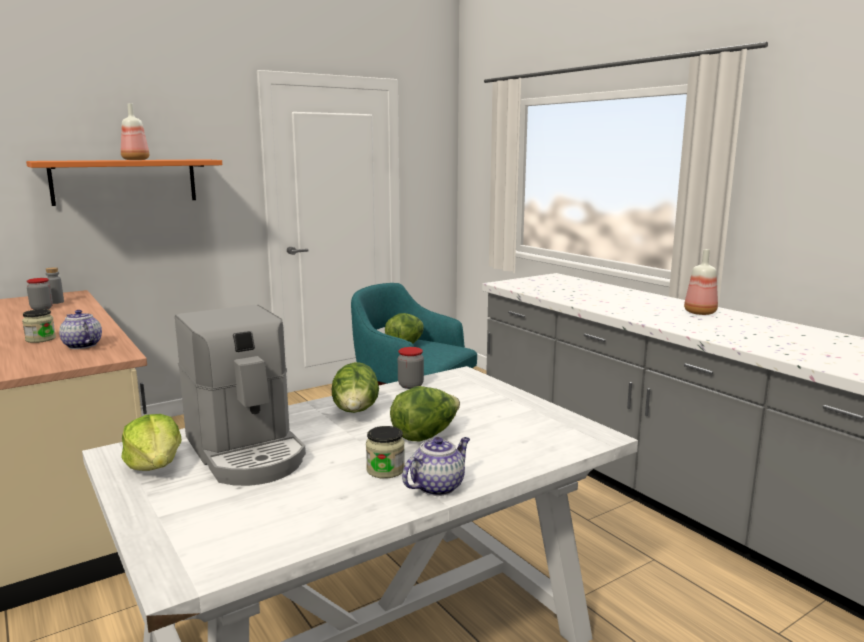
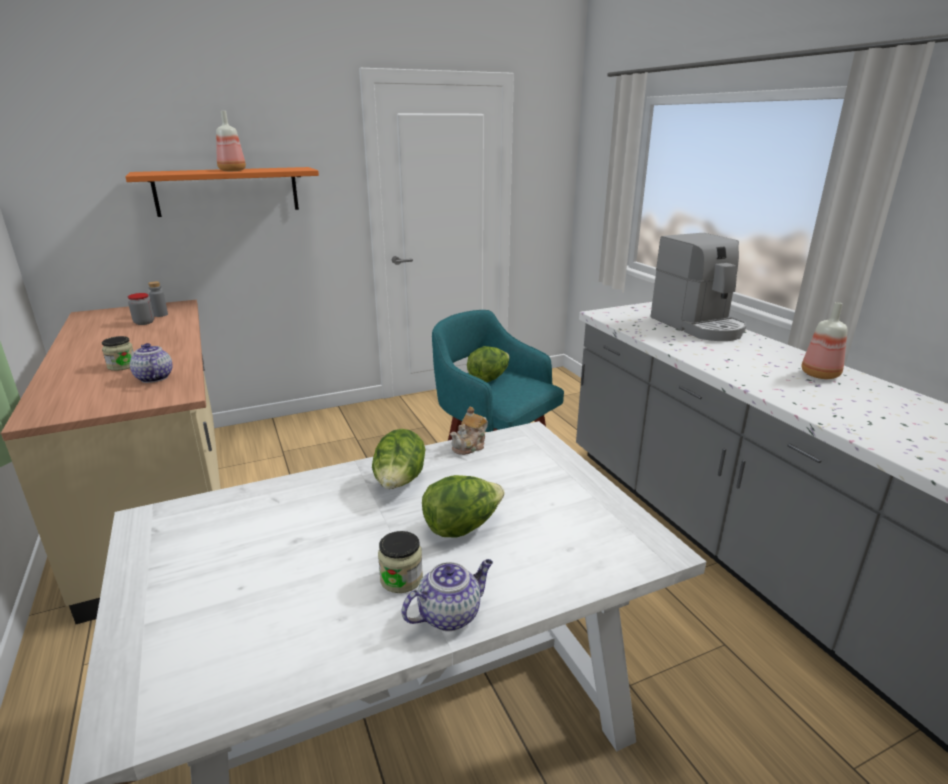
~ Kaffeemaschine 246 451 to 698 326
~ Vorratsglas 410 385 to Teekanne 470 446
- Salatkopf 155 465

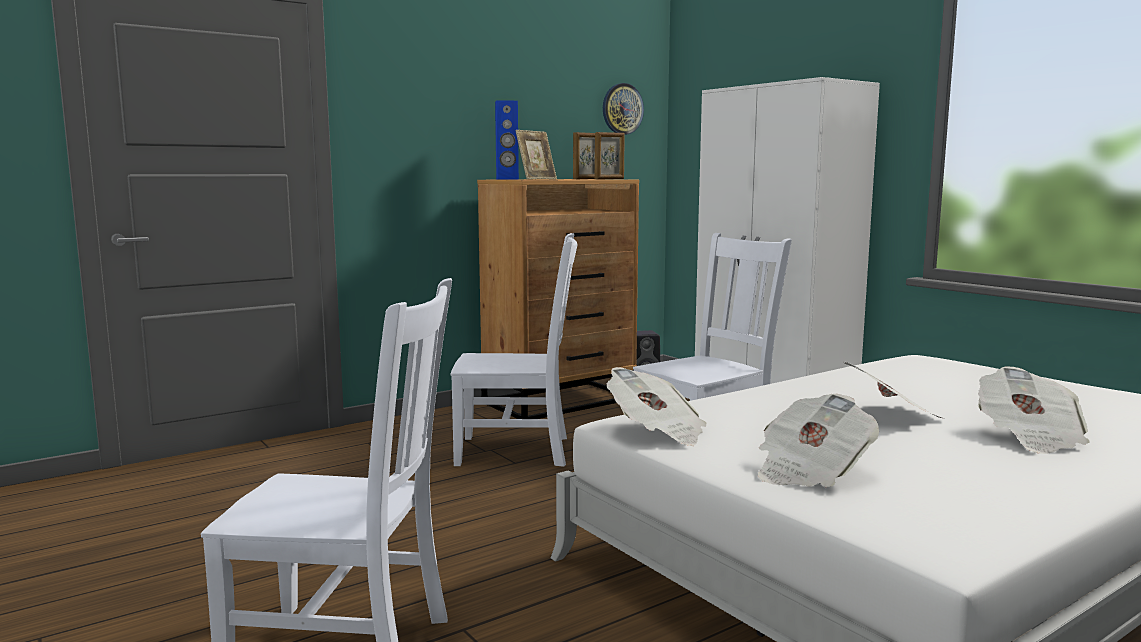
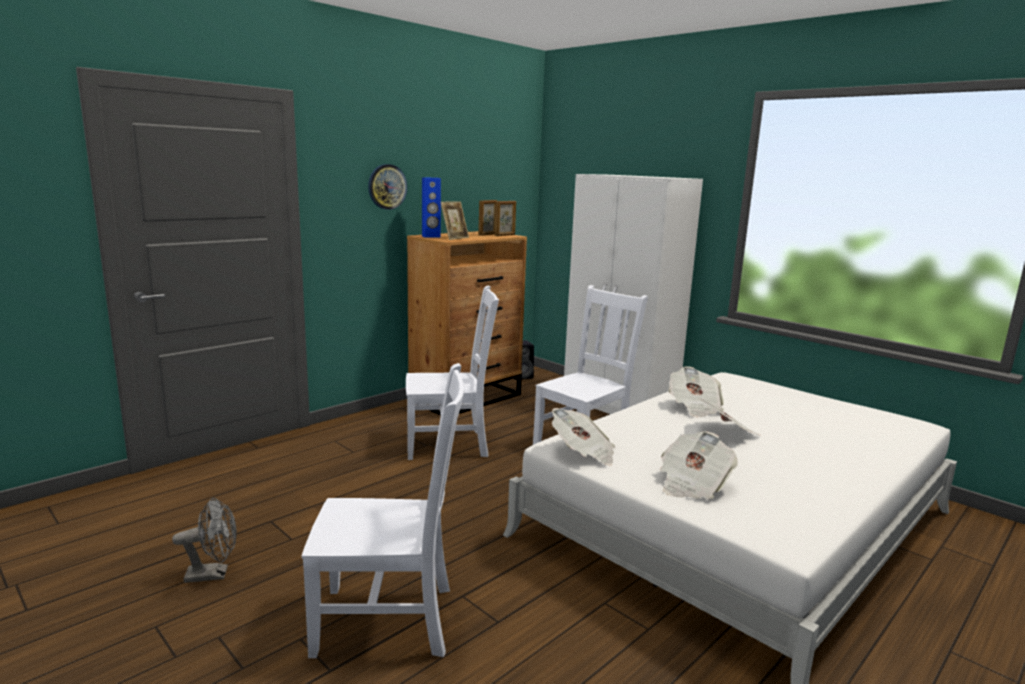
~ Wanduhr 622 109 to 387 186
~ Zeitung 1029 437 to 694 407
+ Ventilator [grau] 213 574

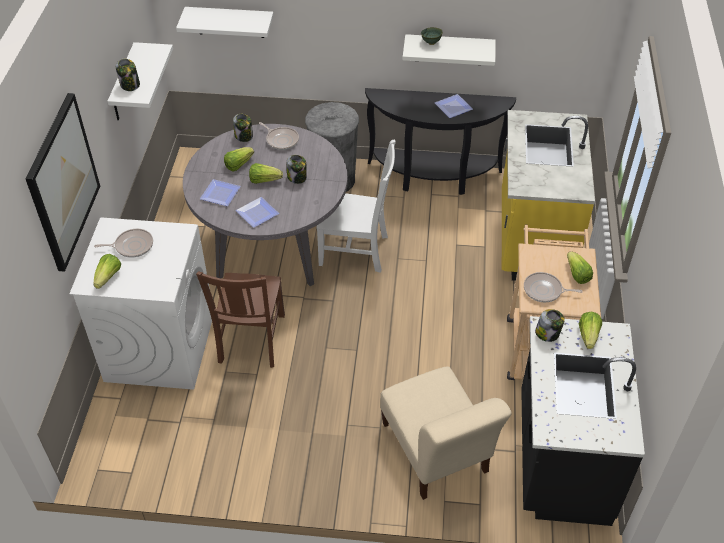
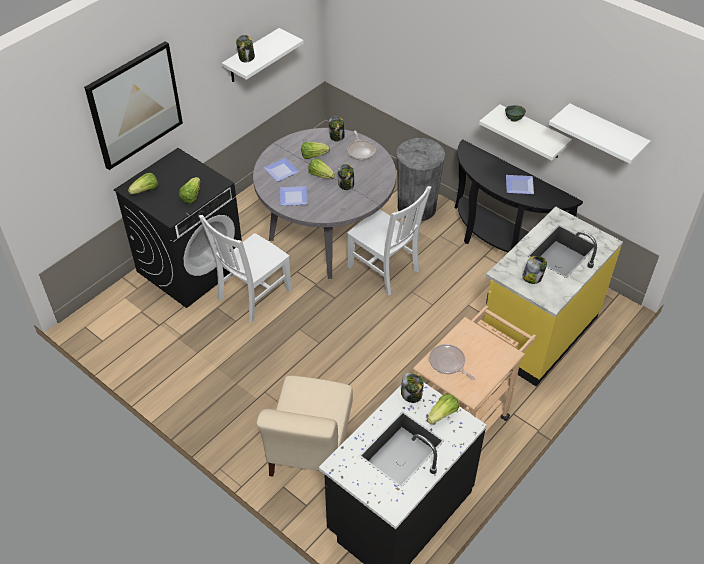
~ Wandregal [weiß] 230 22 to 606 134
~ Waschmaschine [weiß] 160 346 to Waschmaschine [schwarz] 191 266
- Pfanne 132 246
~ Salatkopf 577 274 to 191 196
~ Stuhl [braun] 251 340 to Stuhl [weiß] 252 295
+ Vorratsglas 532 277

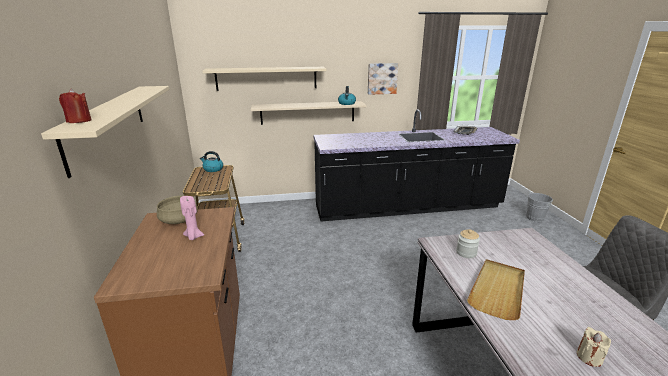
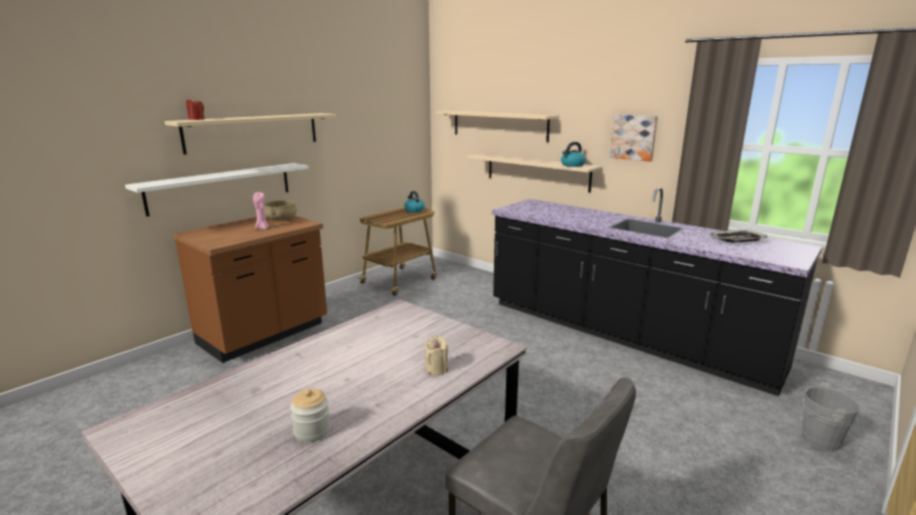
~ Vorratsglas 466 253 to 312 431
- Tablett [beige] 498 290
~ Kerze [beige] 589 357 to 436 369
+ Wandregal [weiß] 221 187

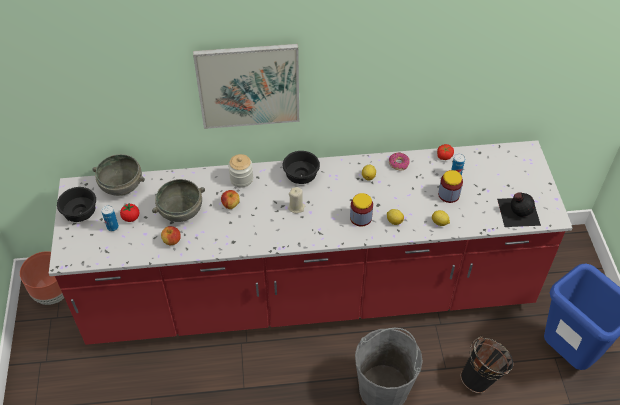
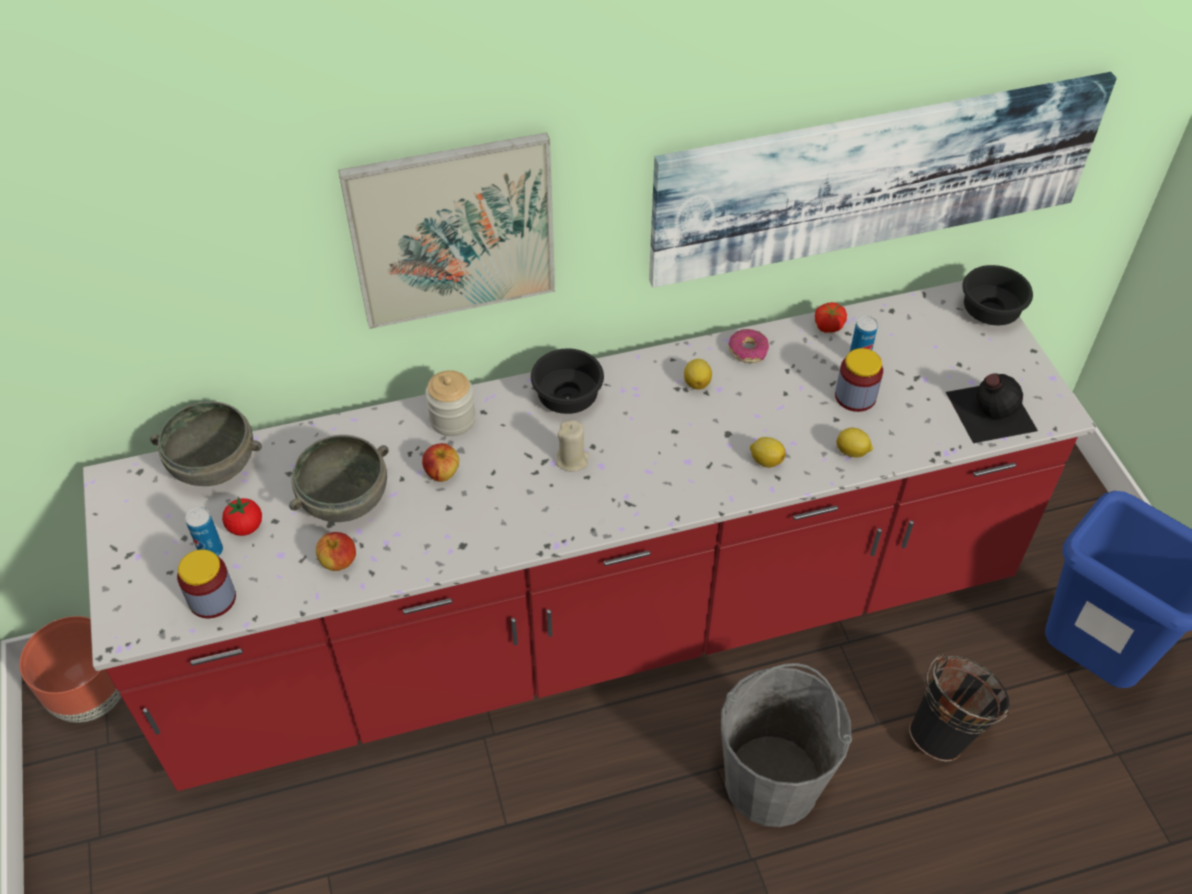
~ Schüssel [schwarz] 79 213 to 989 313
~ Vorratsglas 360 218 to 212 599
+ Bild 876 177

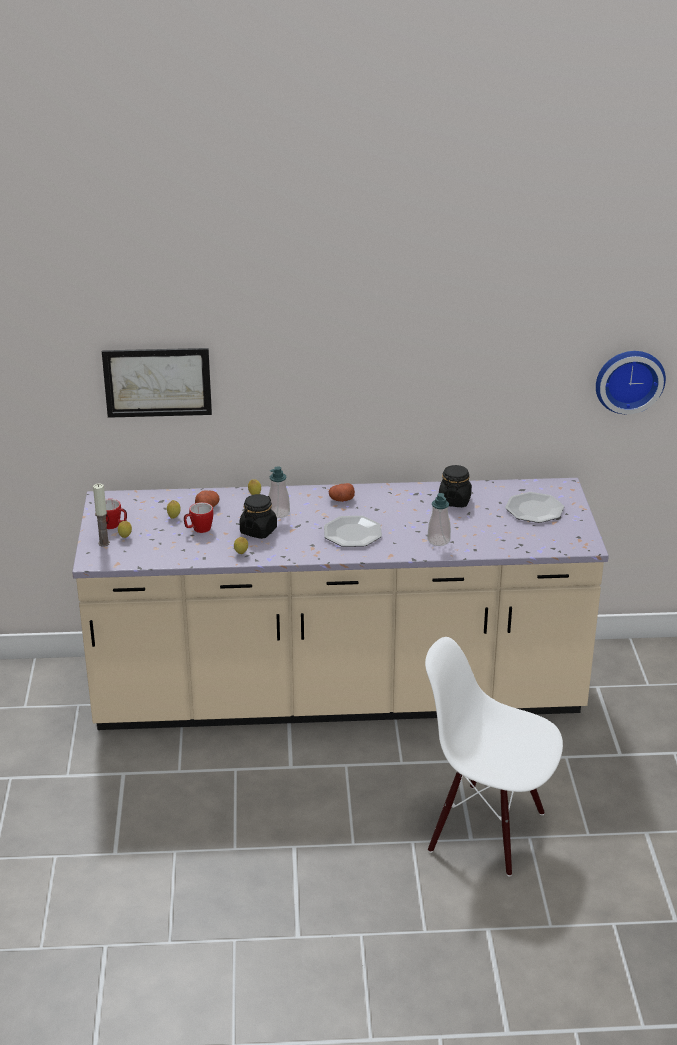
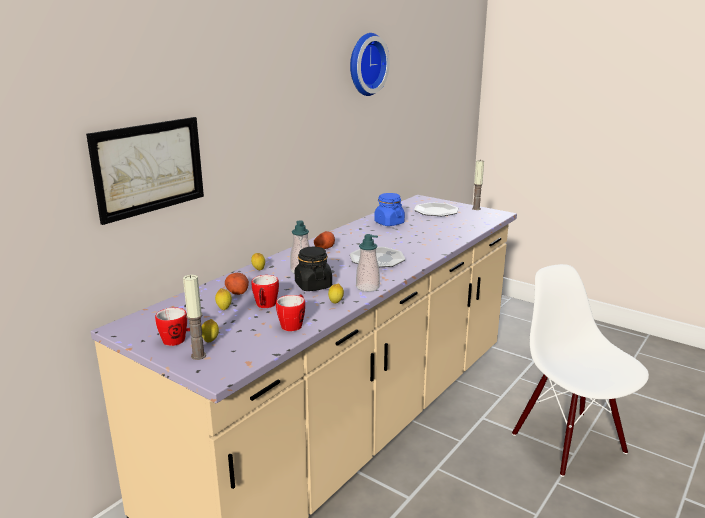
~ Wanduhr 629 380 to 365 64
~ Vorratsglas [schwarz] 454 500 to Vorratsglas [blau] 389 223
~ Seifenspender 438 540 to 367 287
~ Stuhl [weiß] 487 830 = 569 442 90 degrees clockwise
+ Kerze 476 208
+ Henkelbecher 294 324

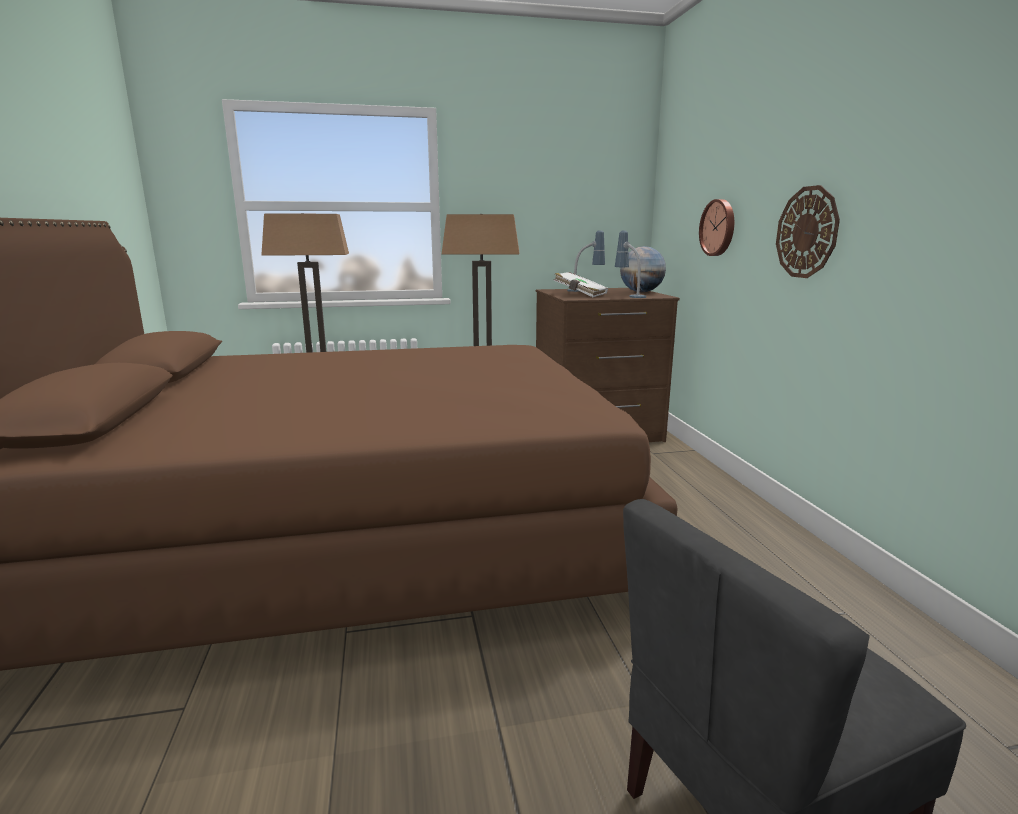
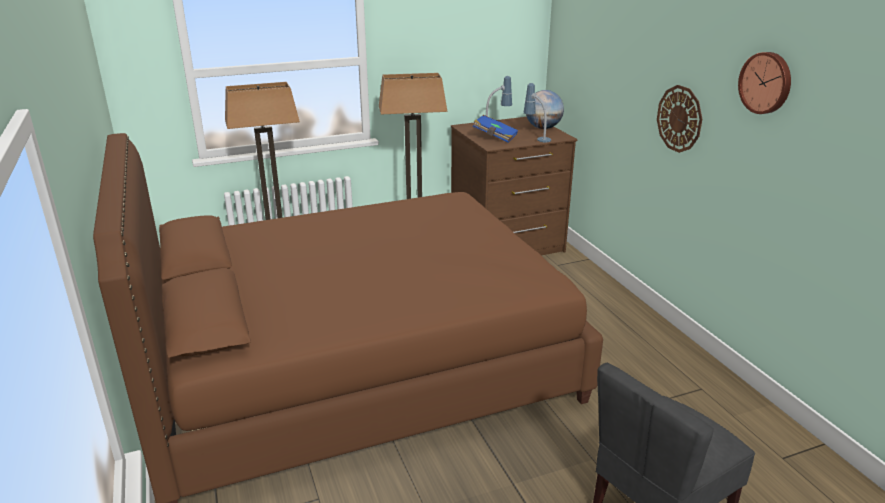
~ Wanduhr 719 228 to 766 83
~ Buch [weiß] 580 294 to Buch [blau] 495 137

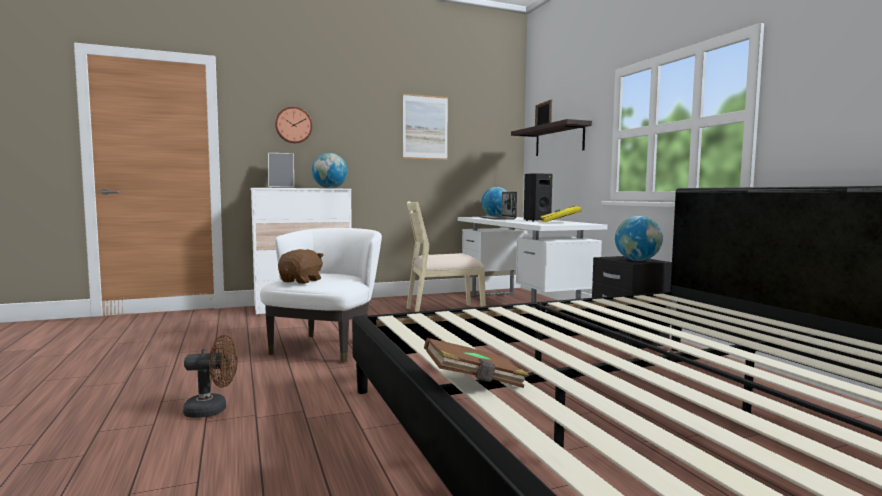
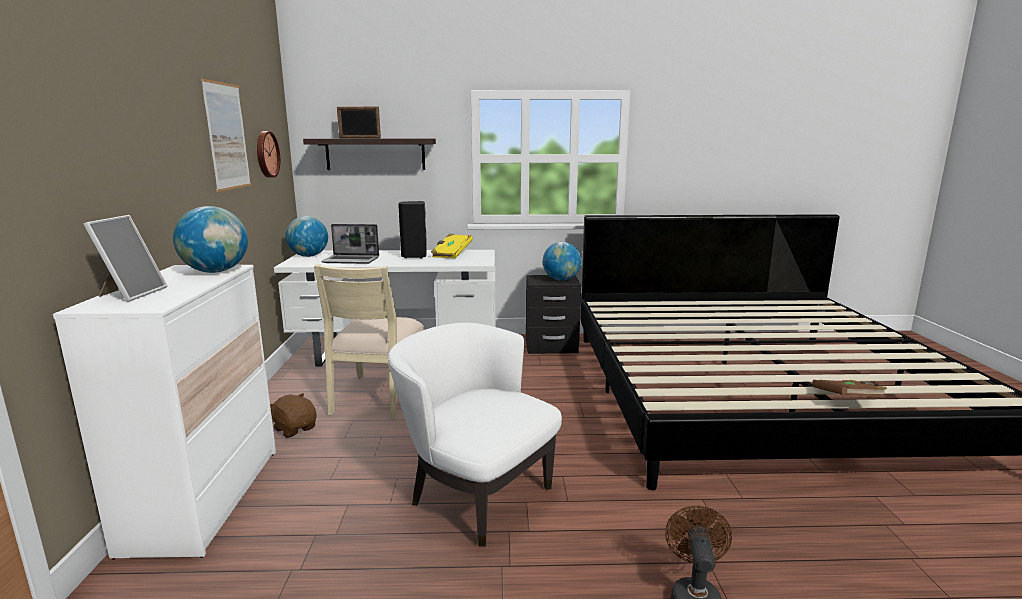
~ Wanduhr 293 125 to 266 154
~ Plüschtier [braun] 301 281 to 295 428

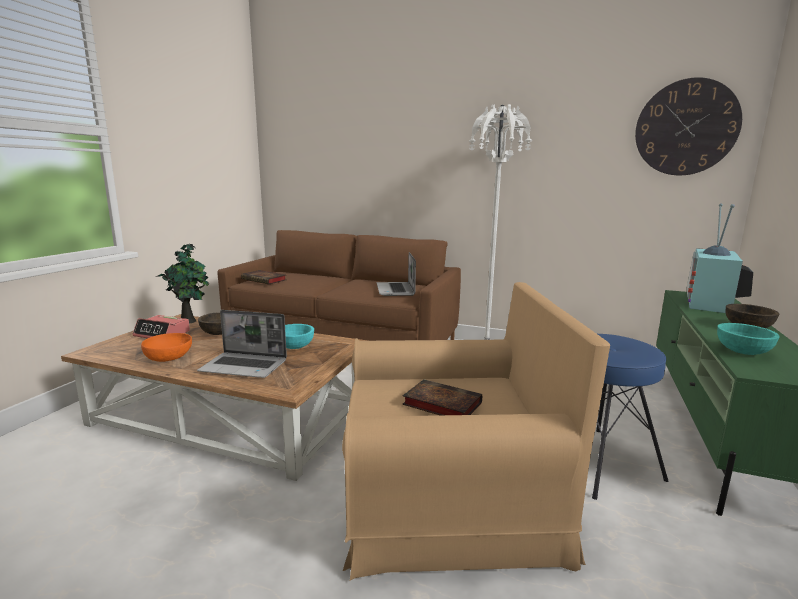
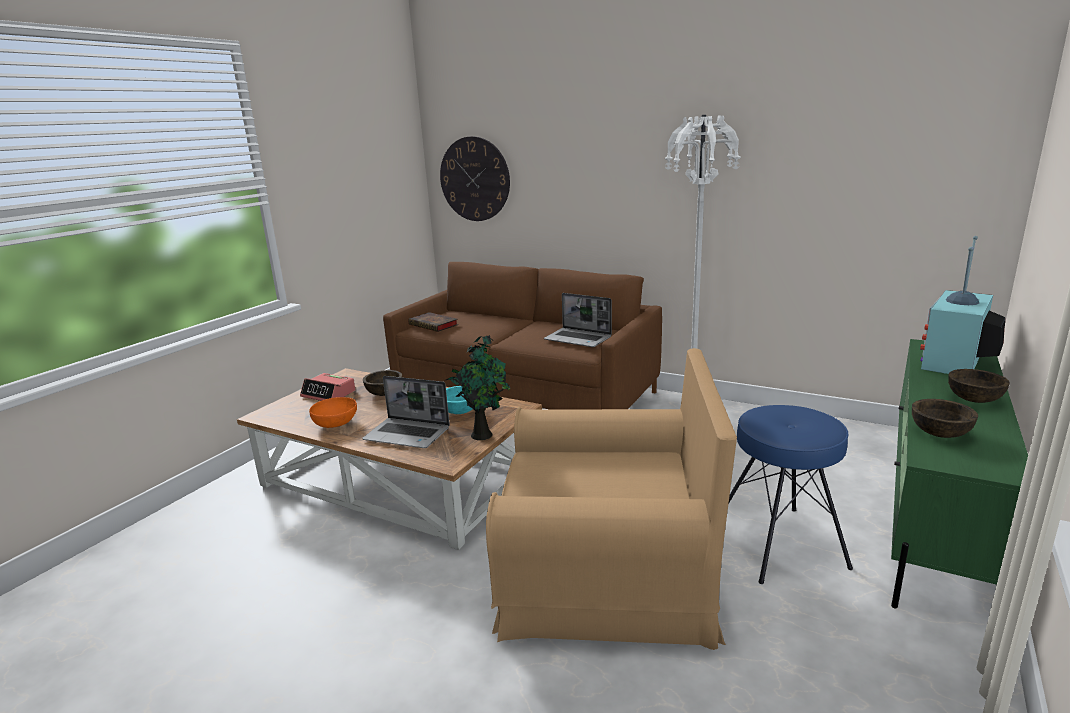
~ Wanduhr 686 128 to 474 179
~ Topfpflanze 189 321 to 483 434
~ Laptop 396 290 = 579 339 60 degrees counterclockwise
~ Schüssel [türkis] 742 352 to Schüssel [braun] 939 433
- Buch 440 404

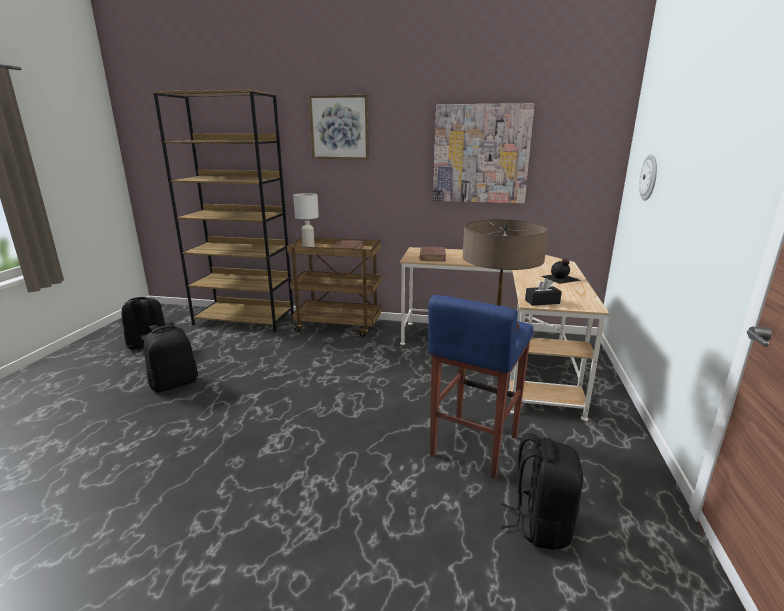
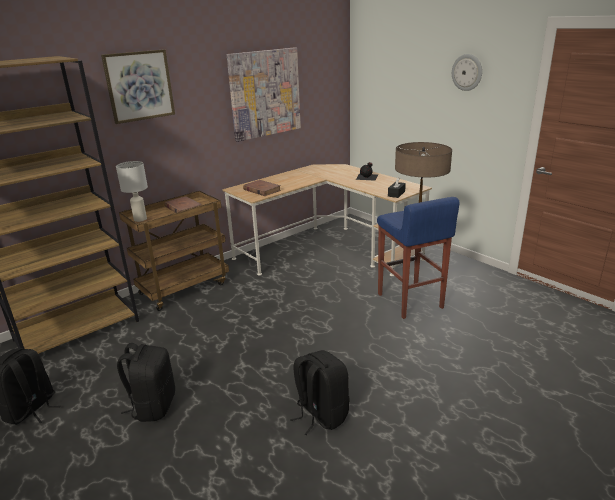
~ Wanduhr 649 177 to 467 72
~ Rucksack [schwarz] 540 524 to 320 414

